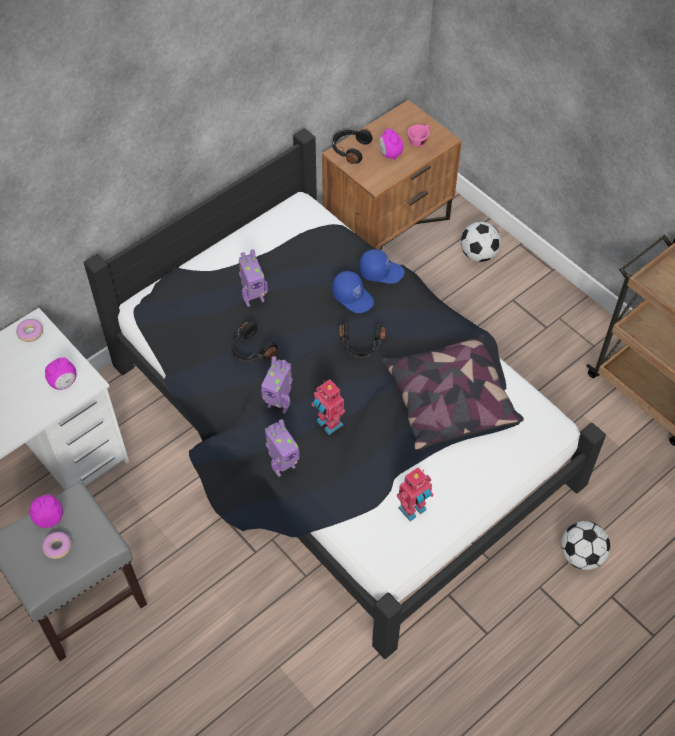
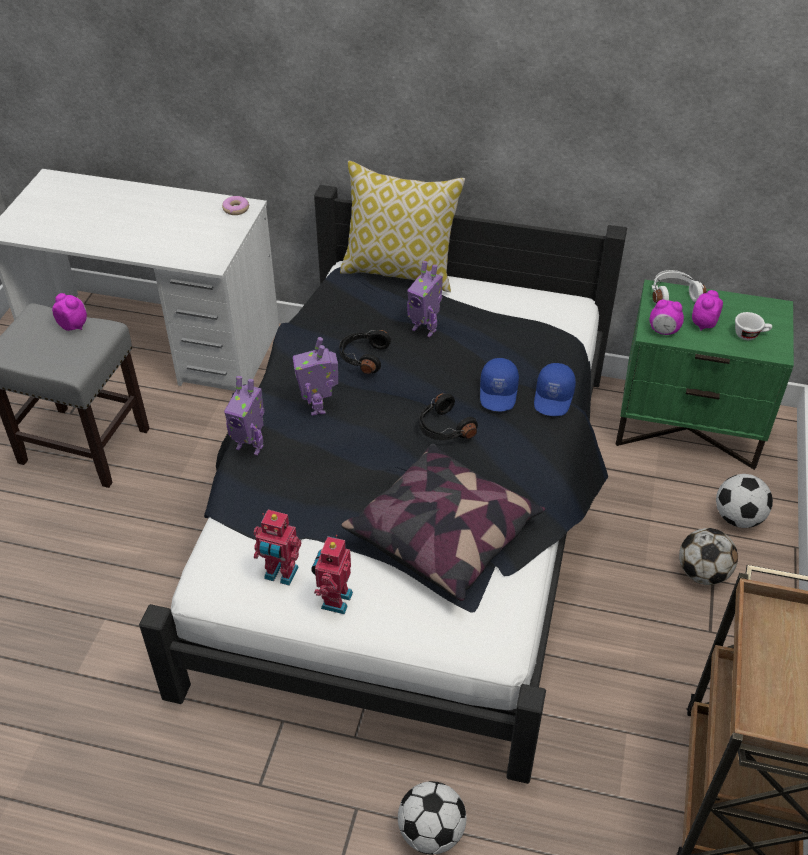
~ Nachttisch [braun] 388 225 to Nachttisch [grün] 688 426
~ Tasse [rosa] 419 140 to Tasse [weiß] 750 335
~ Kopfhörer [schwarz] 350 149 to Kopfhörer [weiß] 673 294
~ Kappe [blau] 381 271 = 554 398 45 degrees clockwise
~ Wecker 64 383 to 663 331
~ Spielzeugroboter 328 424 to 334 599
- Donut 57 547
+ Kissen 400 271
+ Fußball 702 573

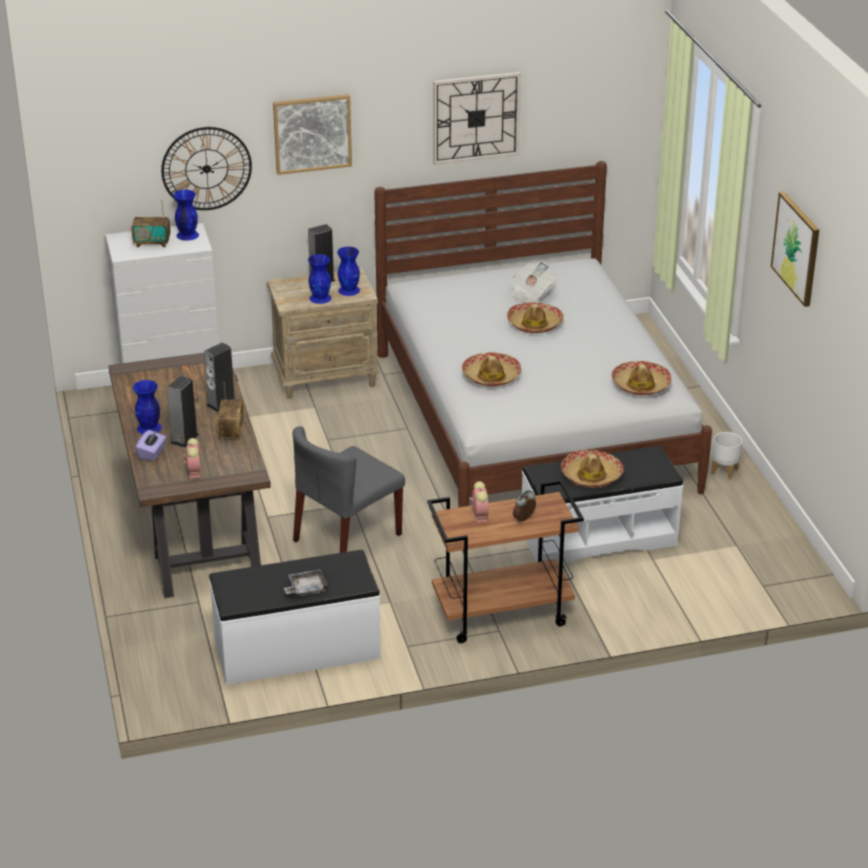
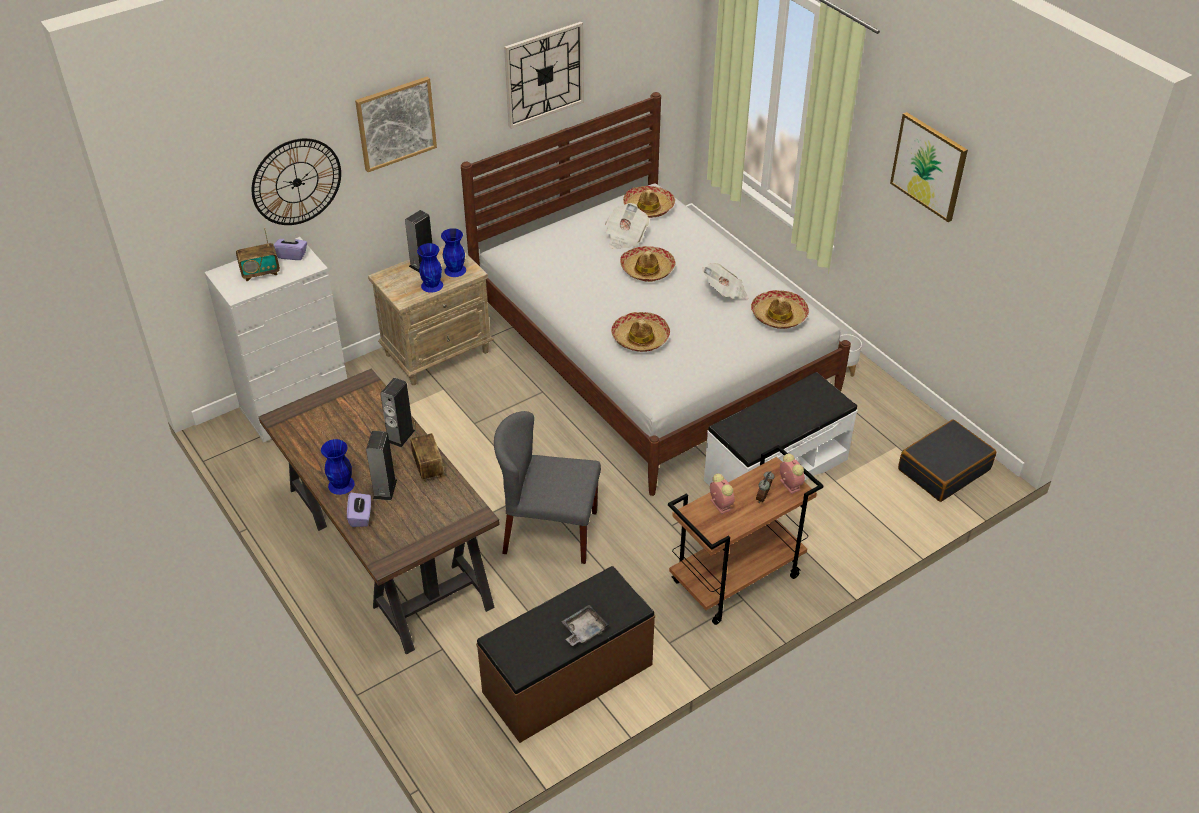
~ Vase [blau] 187 235 to Taschentuchbox [lila] 292 255
~ Stuhl [grau] 347 538 = 549 532 75 degrees clockwise
~ Wecker 194 471 to 789 484
~ Hut 591 476 to 648 207
~ Bank [weiß] 297 650 to Bank [braun] 568 679
+ Zeitung 725 292
+ Koffer [schwarz] 943 469

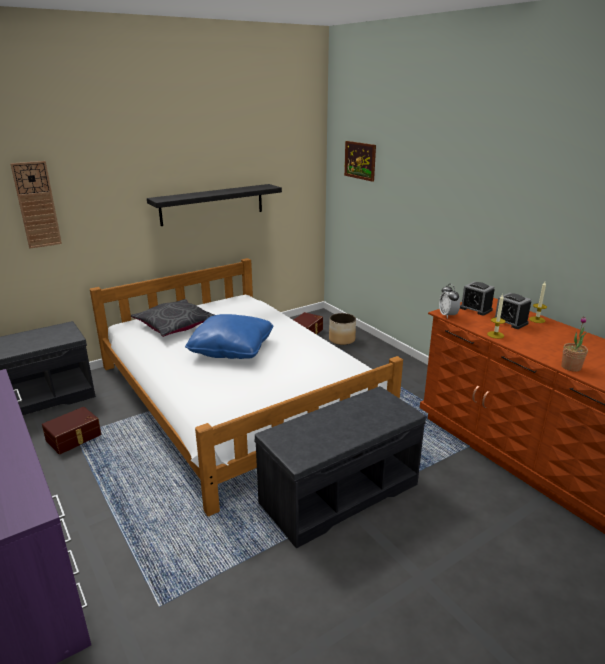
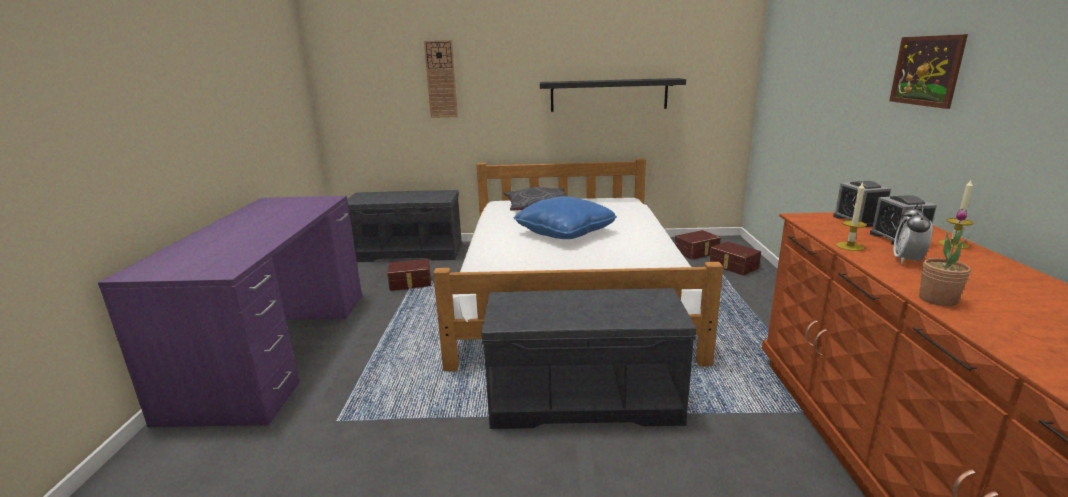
~ Bild 360 160 to 926 70
~ Wecker 447 315 to 907 260
~ Pflanzkübel 342 340 to Aufbewahrungsbox [braun] 733 266

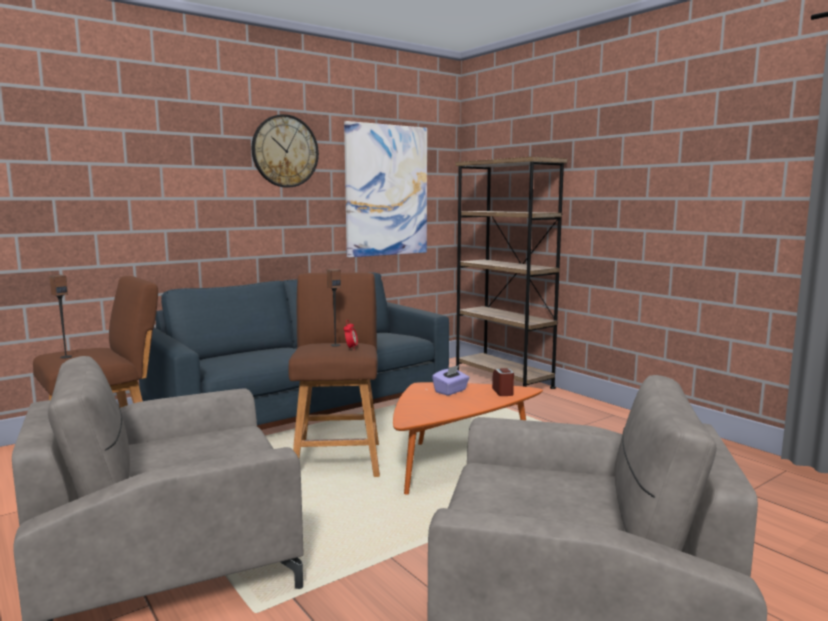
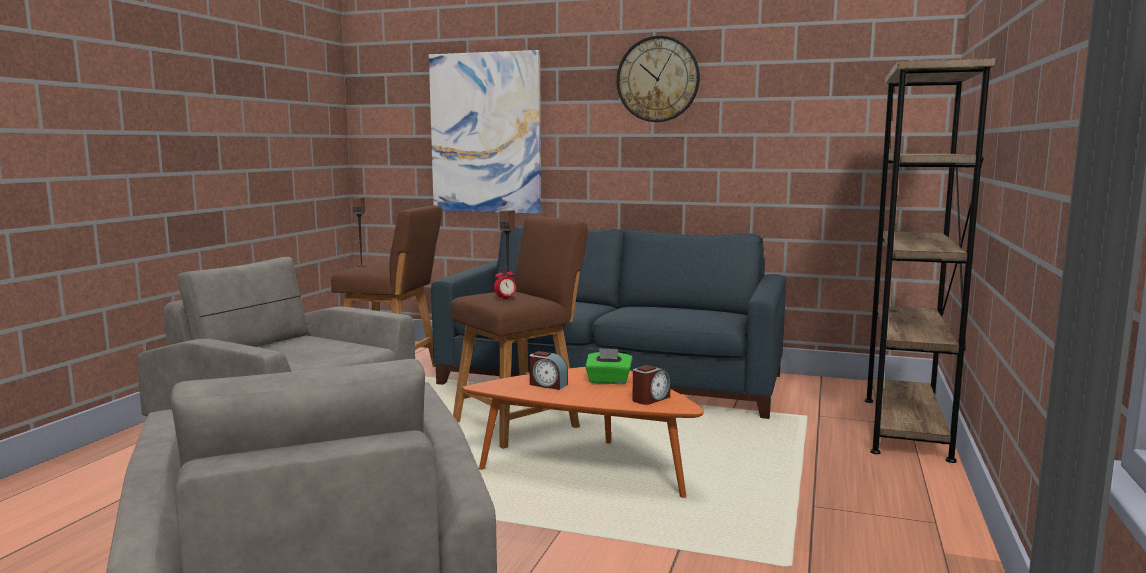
~ Bild 386 190 to 486 133
~ Taschentuchbox [lila] 451 391 to Taschentuchbox [grün] 608 381
+ Wecker 547 384

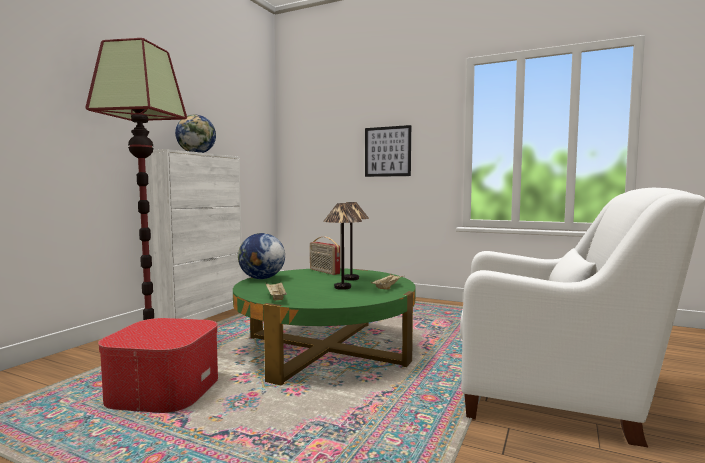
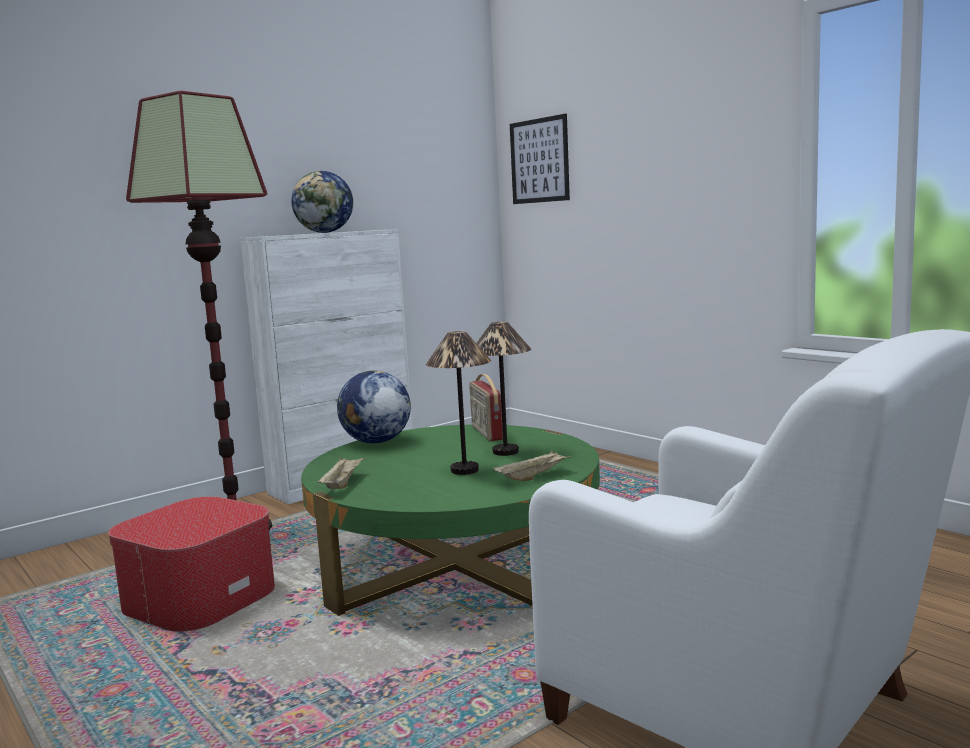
~ Bild 387 151 to 539 161

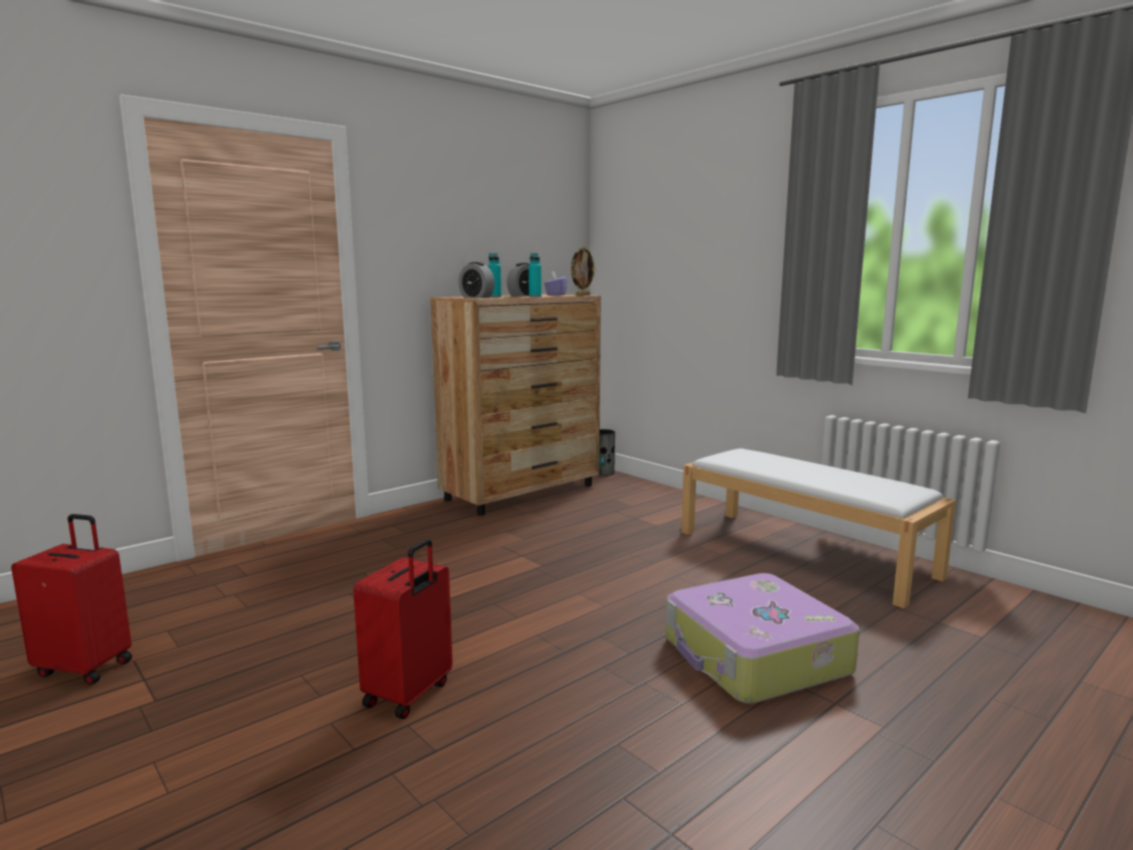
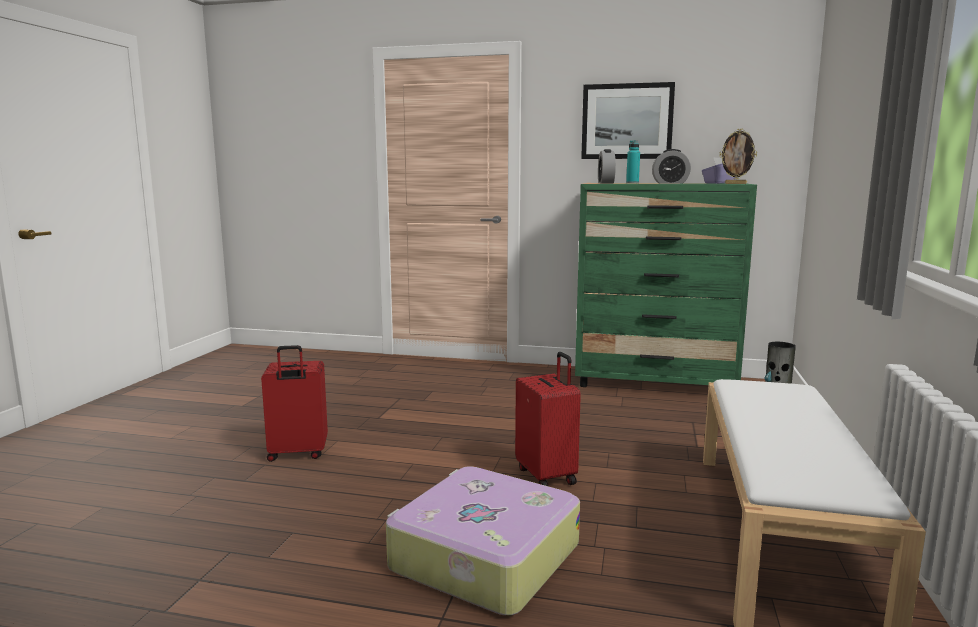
- Flasche [türkis] 535 296
~ Kommode [braun] 522 492 to Kommode [grün] 655 382
~ Koffer [rot] 86 667 to 547 475
+ Bild 627 121

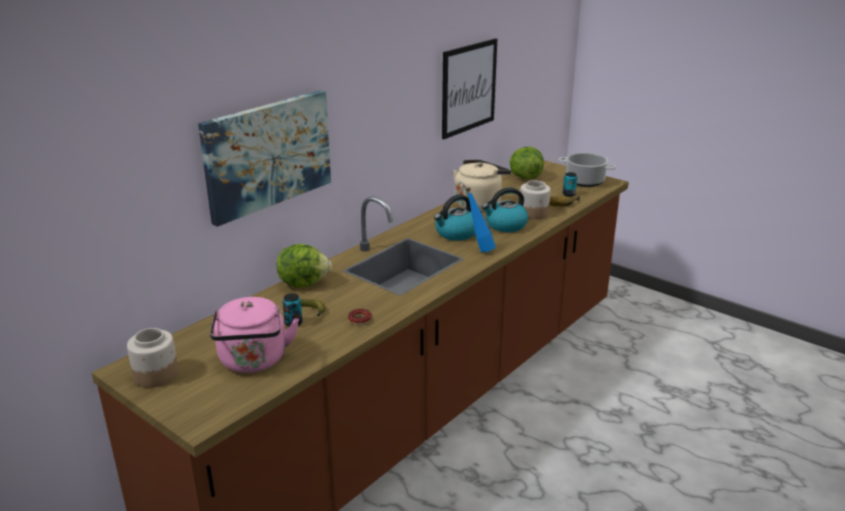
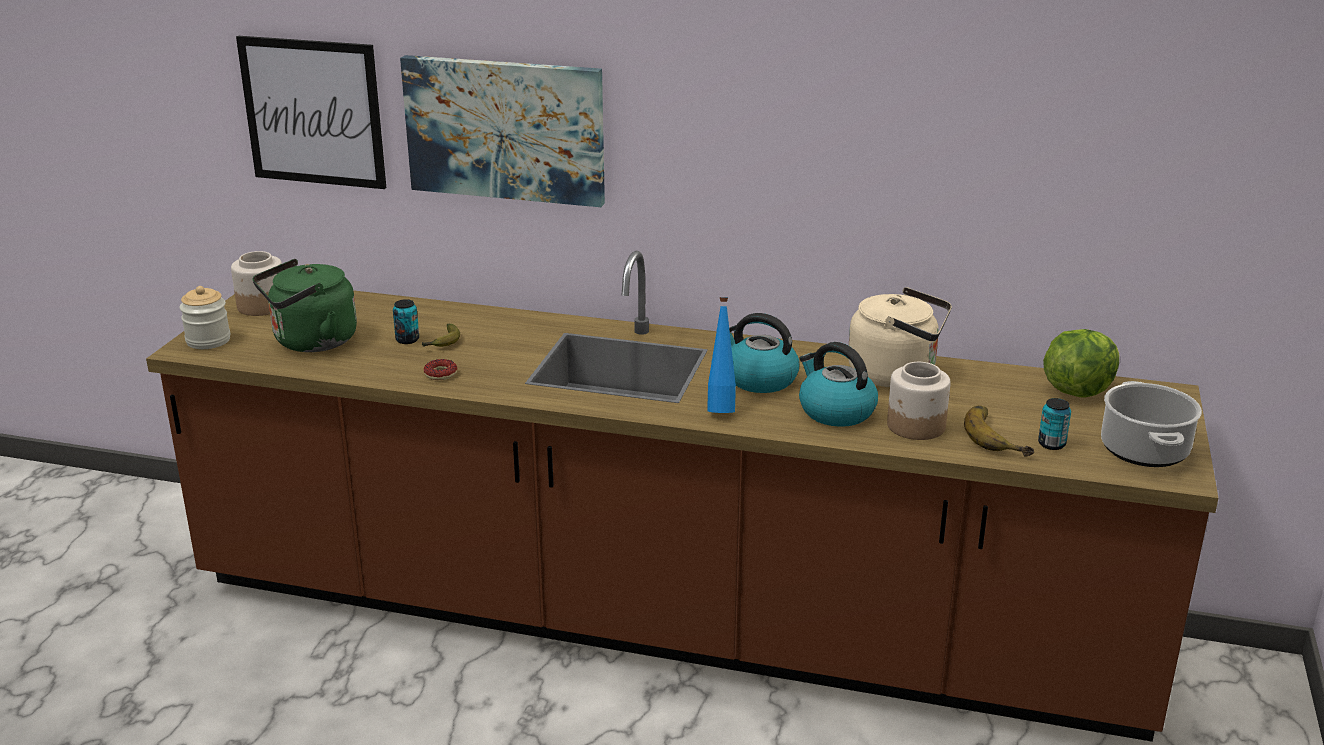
~ Bild 468 87 to 313 112
- Salatkopf 303 283
~ Wasserkessel [rosa] 253 362 to Wasserkessel [grün] 310 342
+ Vorratsglas 208 340

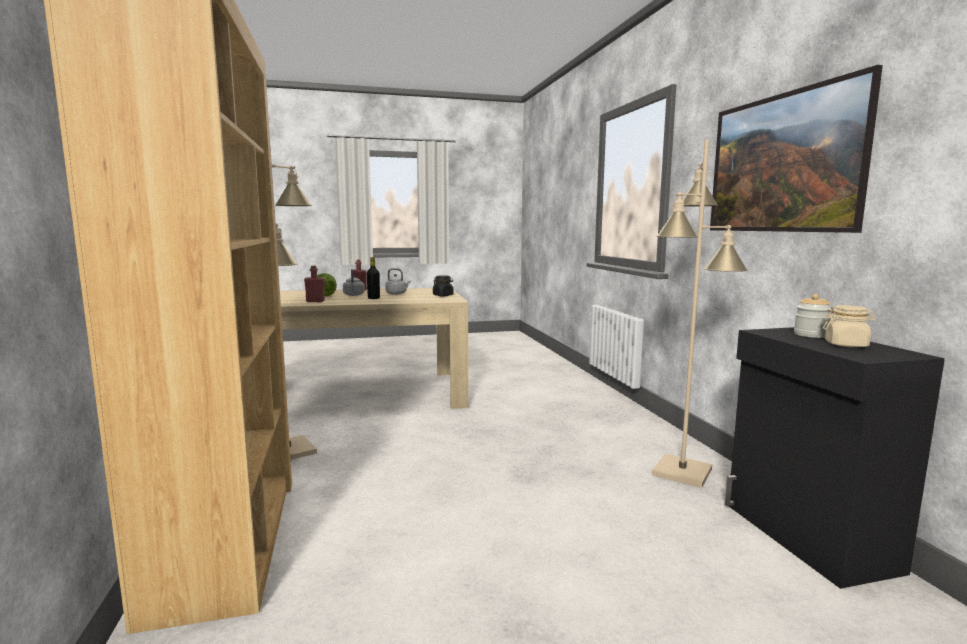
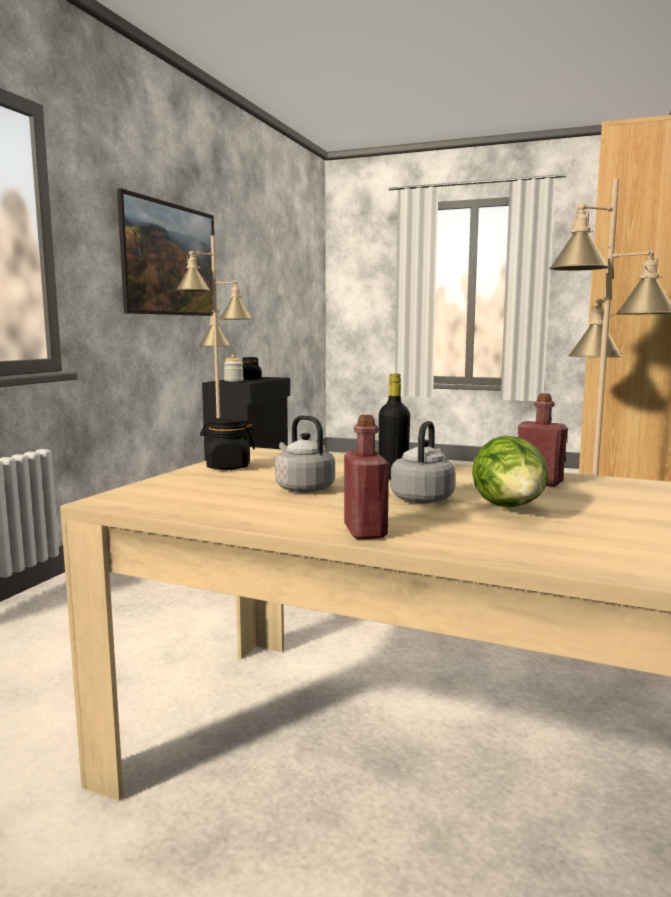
~ Vorratsglas [beige] 846 345 to Vorratsglas [schwarz] 250 379

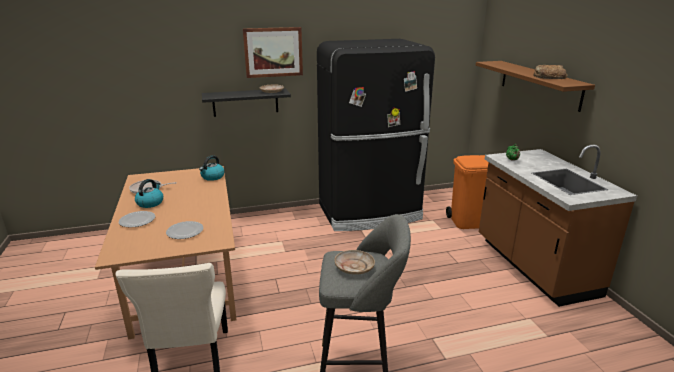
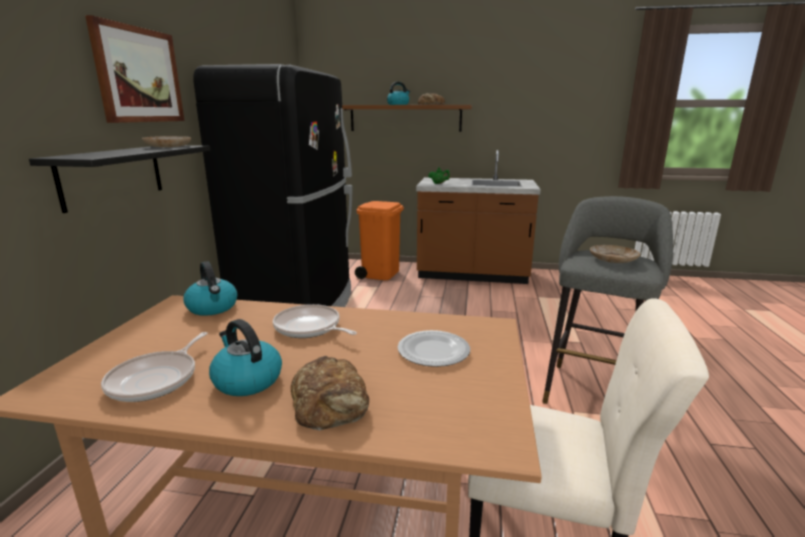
~ Teller 137 221 to Brot 331 402
+ Wasserkessel 398 104
+ Pfanne 309 328

